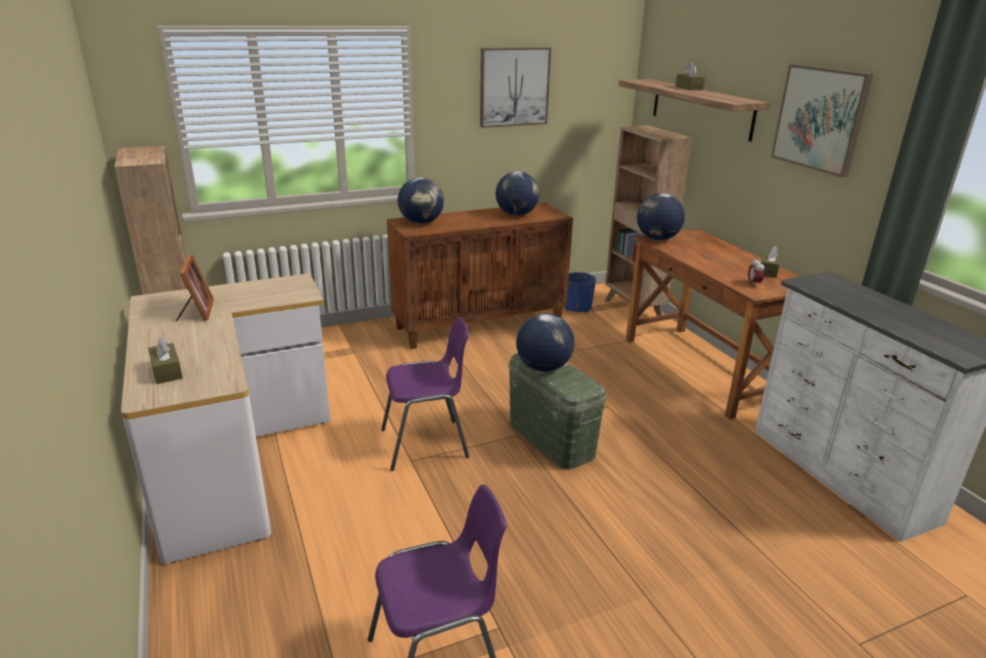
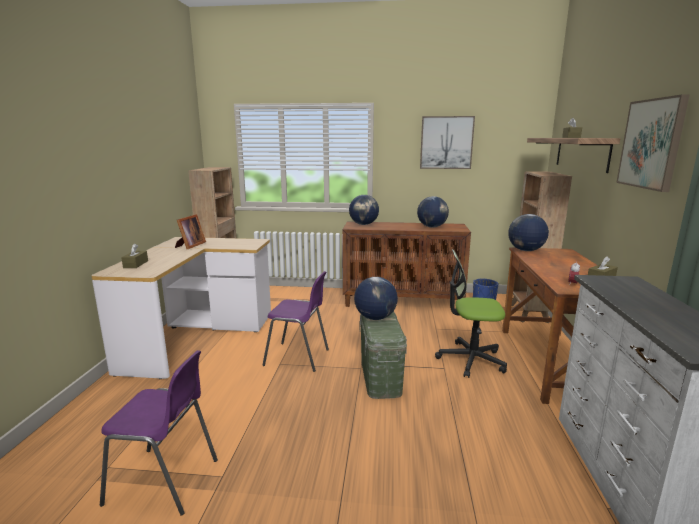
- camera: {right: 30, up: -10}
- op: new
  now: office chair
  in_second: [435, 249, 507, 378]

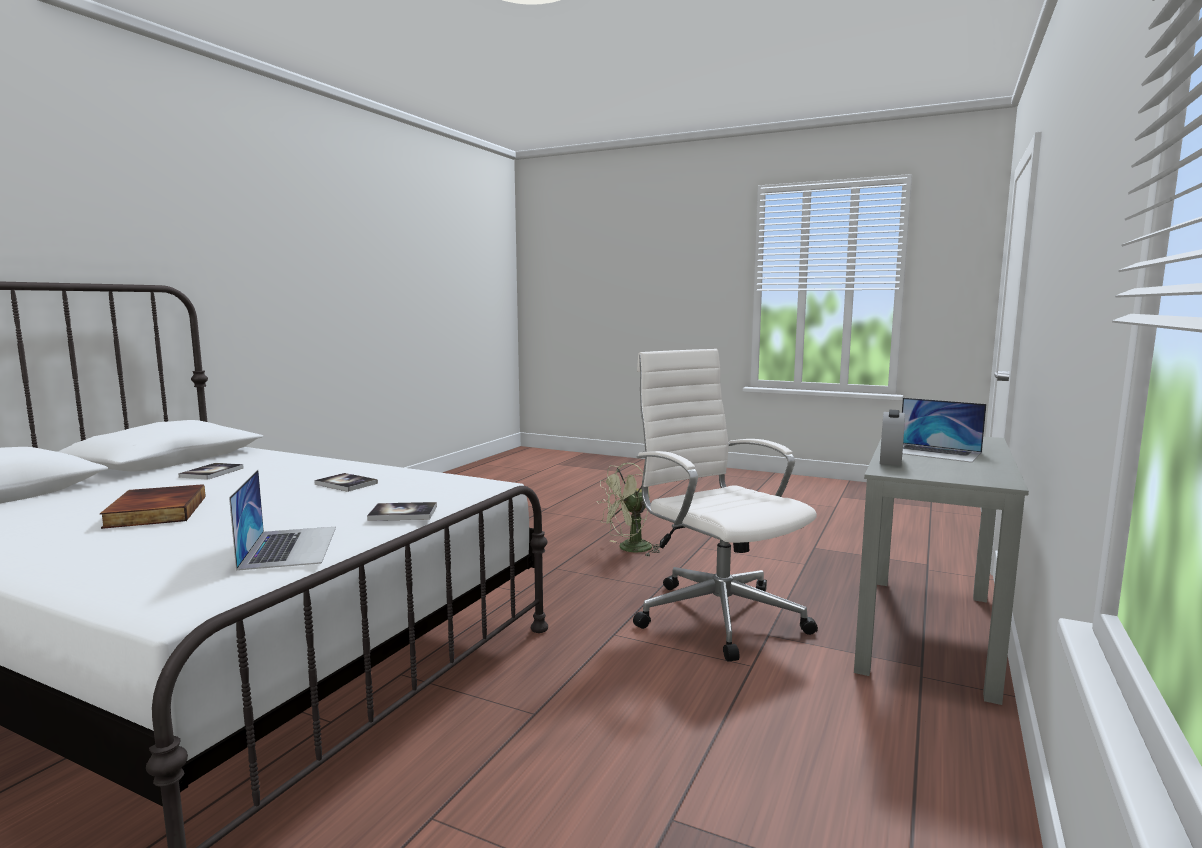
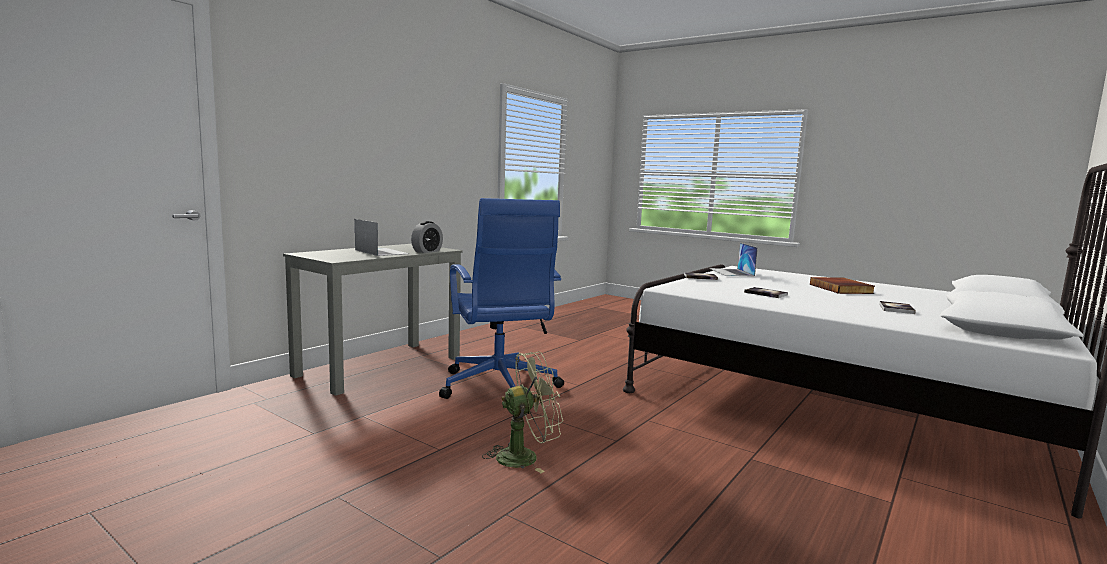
- camera: {right: -170, up: 0}
- op: repainted
  was: white office chair
  now: blue office chair
  in_first: [633, 349, 818, 661]
  in_second: [439, 198, 564, 399]

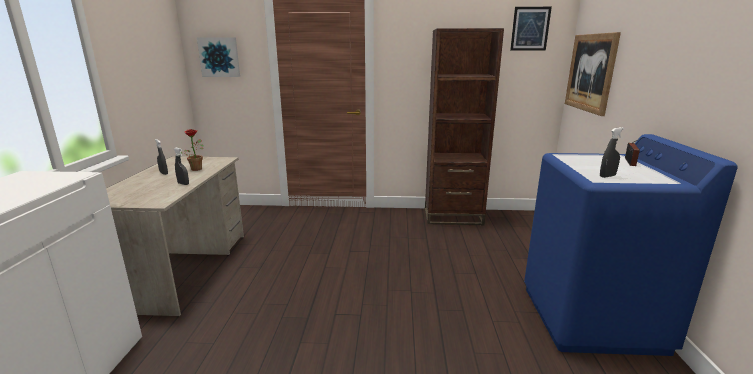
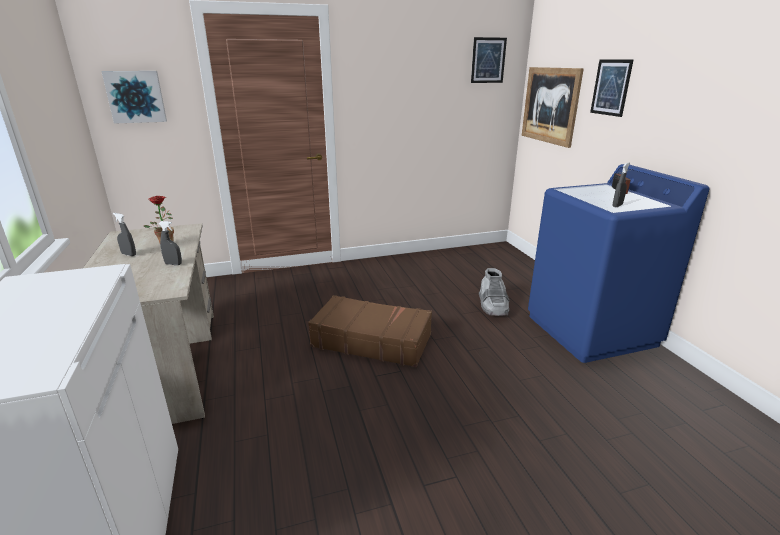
- camera: {right: -20, up: 5}
- op: new
  now: brown suitcase
  in_second: [308, 295, 432, 367]
- op: new
  now: grey boot
  in_second: [479, 268, 510, 316]
- op: new
  now: picture
  in_second: [590, 59, 634, 117]
- op: gone
  was: brown bookcase
  in_first: [425, 28, 504, 225]

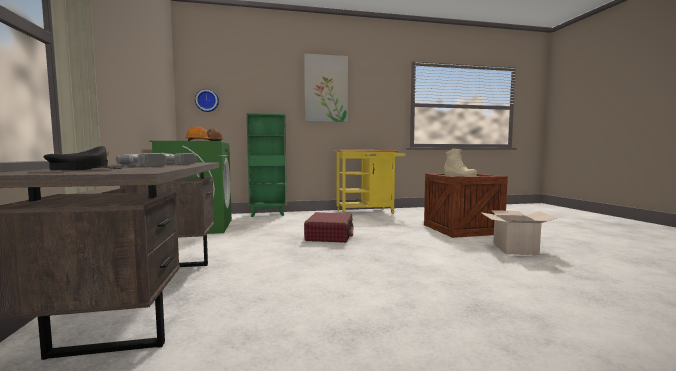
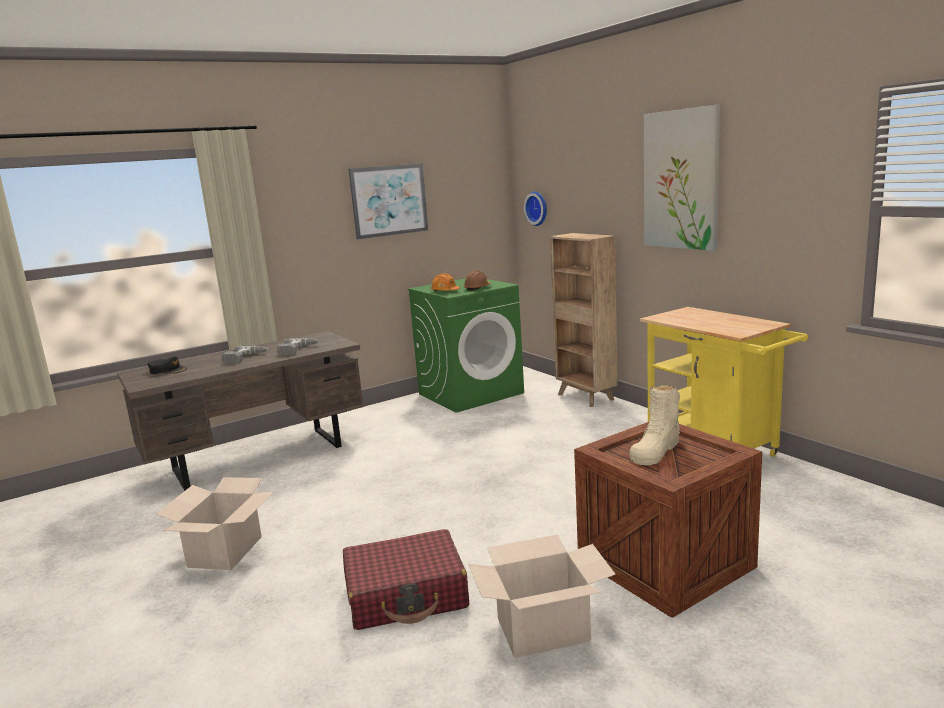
- camera: {right: 70, up: 10}
- op: new
  now: cardboard box
  in_second: [156, 477, 275, 570]
- op: shifted
  was: red suitcase
  in_first: [304, 212, 353, 243]
  in_second: [343, 529, 469, 630]
- op: new
  now: picture
  in_second: [349, 163, 428, 239]
- op: repainted
  was: green bookcase
  now: brown bookcase
  in_first: [247, 113, 287, 217]
  in_second: [550, 233, 618, 407]

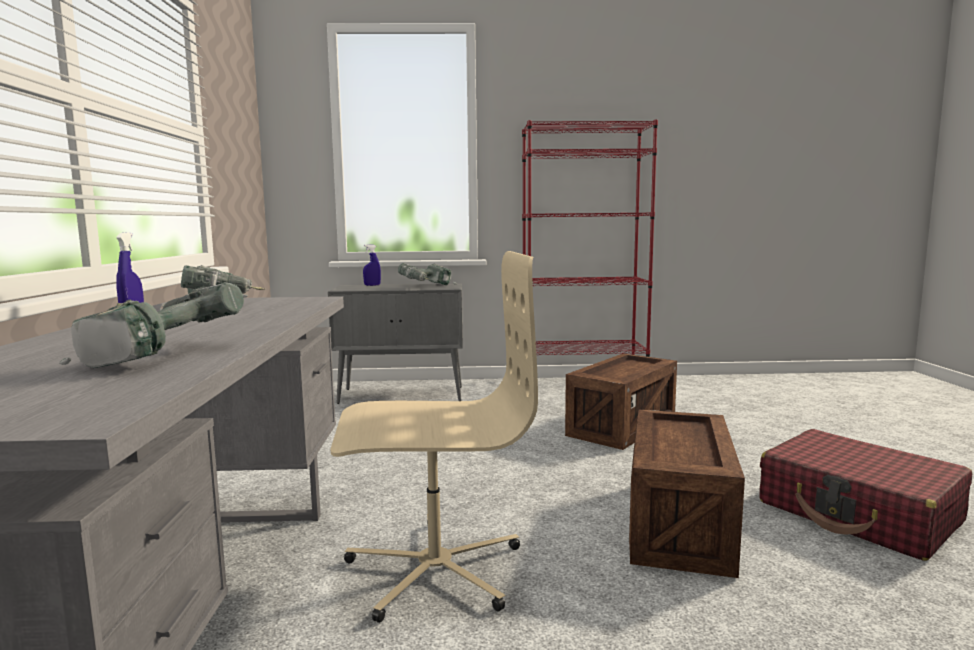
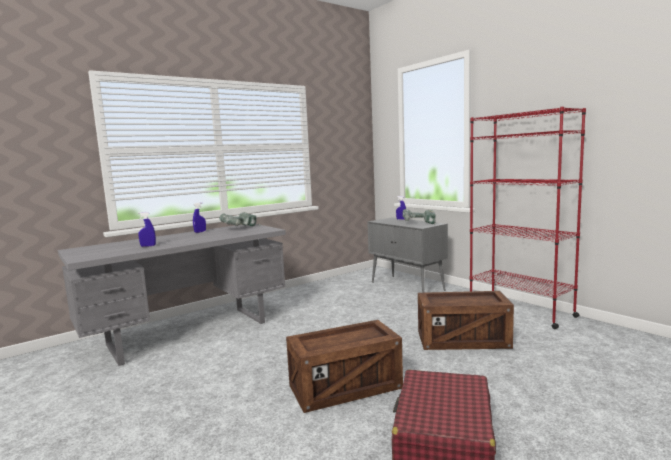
- camera: {right: 55, up: 0}
- op: swapped
  was: power drill
  now: blue spray bottle
  in_first: [59, 282, 244, 368]
  in_second: [138, 212, 156, 247]
- op: gone
  was: beige office chair
  in_first: [330, 251, 538, 623]

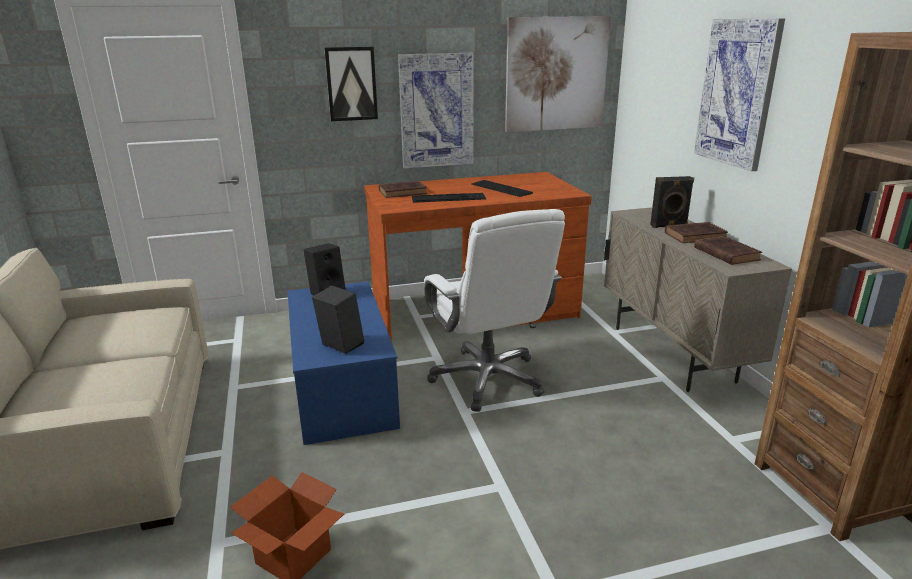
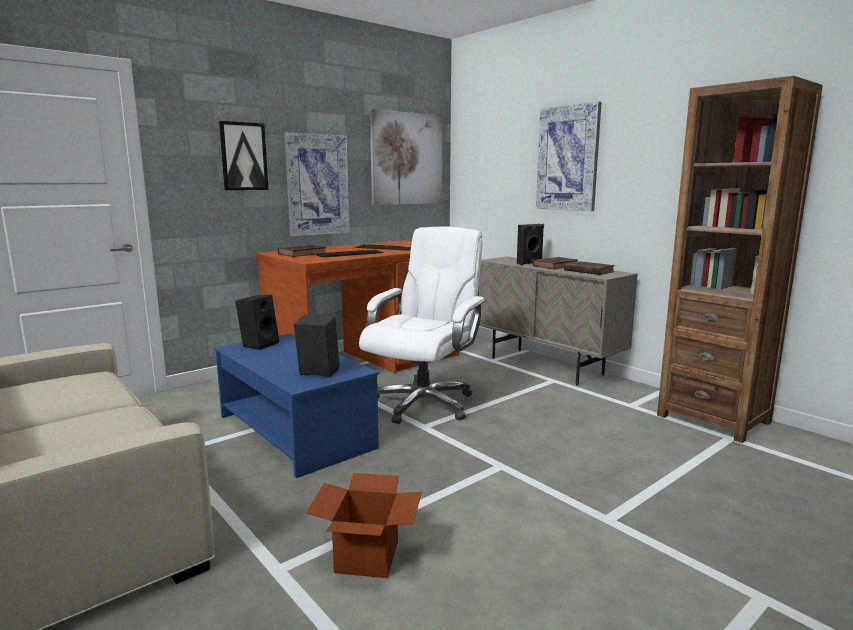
- camera: {right: -25, up: -10}
- op: rotated
  was: white office chair
  in_first: [424, 209, 565, 412]
  in_second: [359, 226, 486, 424]
  clockwise: -105

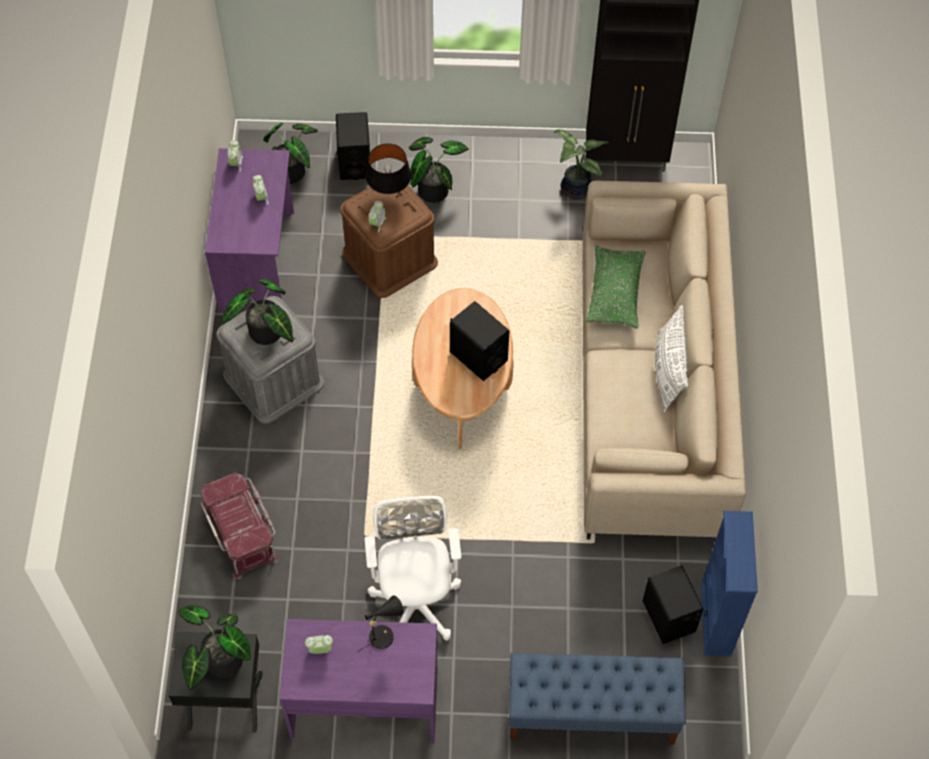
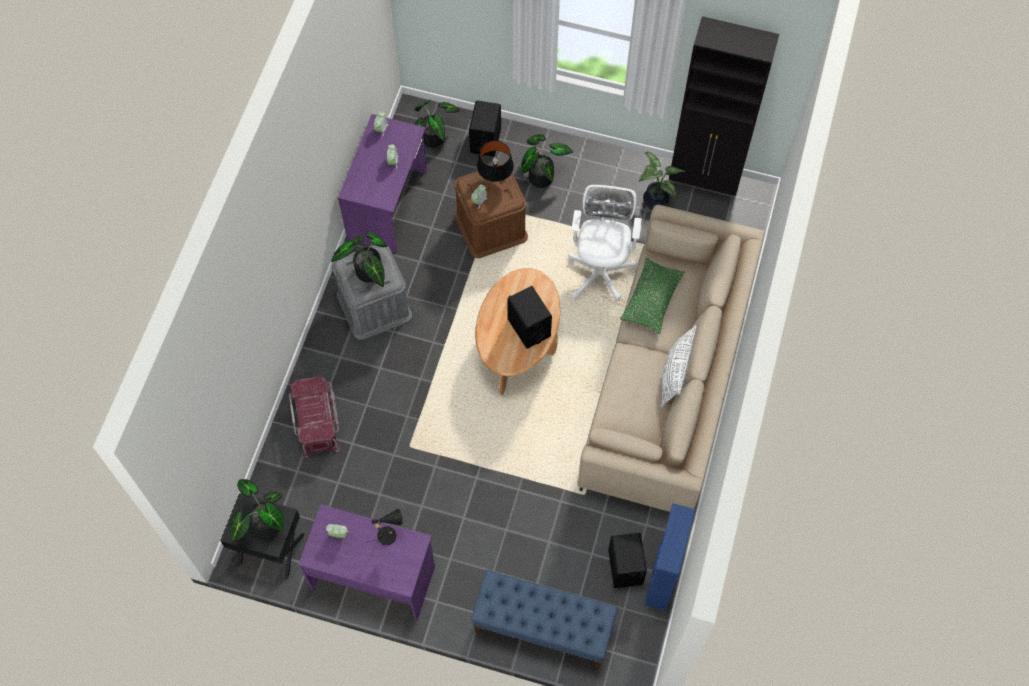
- camera: {right: 15, up: 5}
- op: shifted
  was: white office chair
  in_first: [365, 496, 461, 641]
  in_second: [569, 185, 642, 301]

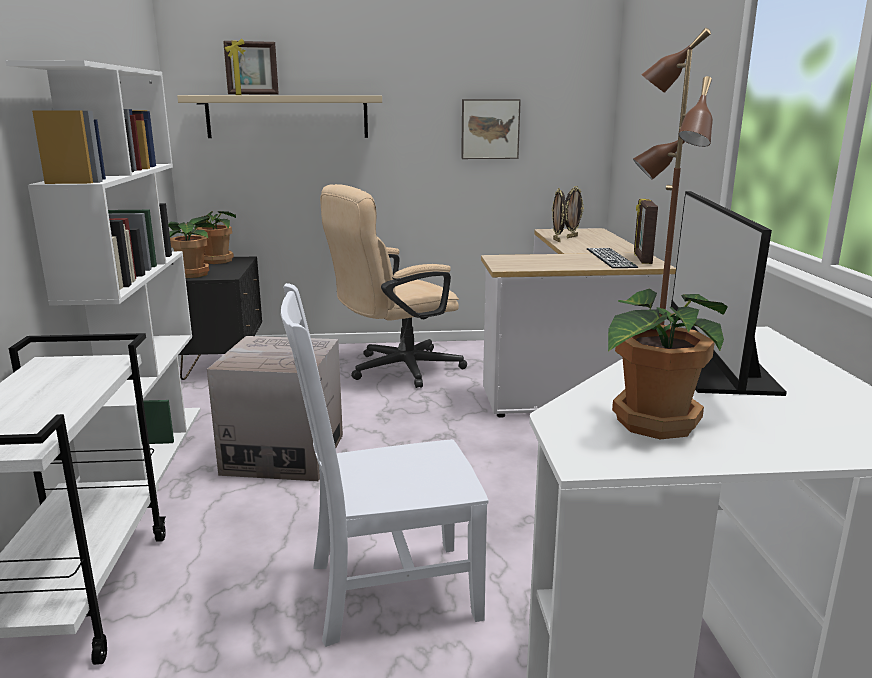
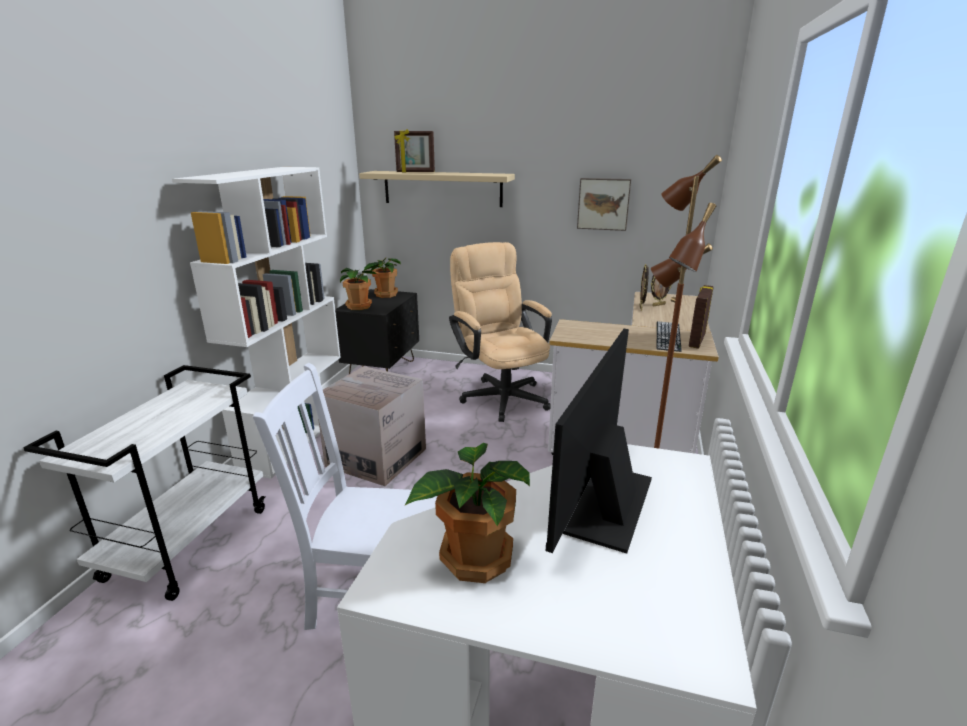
- camera: {right: 20, up: 5}
- op: rotated
  was: beige office chair
  in_first: [320, 184, 467, 388]
  in_second: [449, 242, 552, 422]
  clockwise: 75

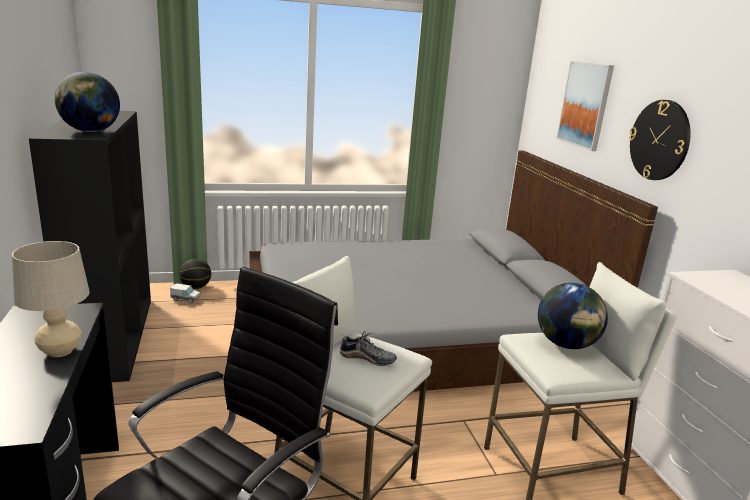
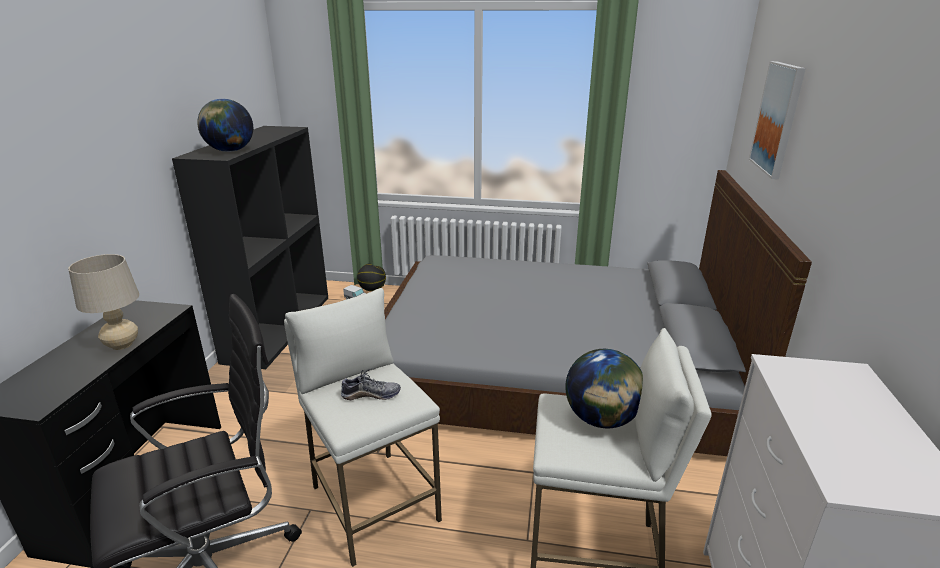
- camera: {right: 25, up: 5}
- op: rotated
  was: shoe
  in_first: [340, 331, 397, 366]
  in_second: [341, 368, 401, 400]
  clockwise: -45
- op: gone
  was: wall clock
  in_first: [629, 100, 691, 180]

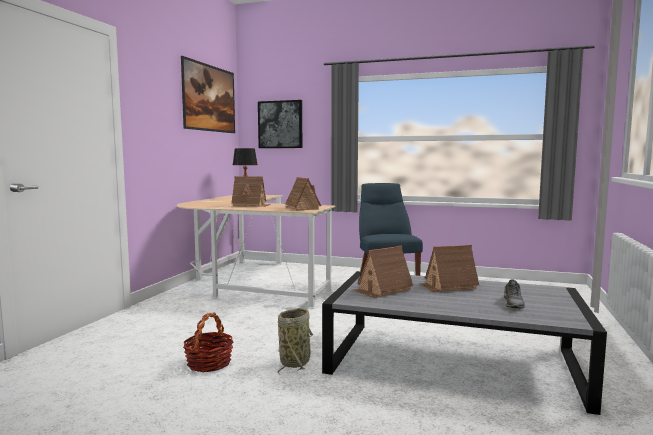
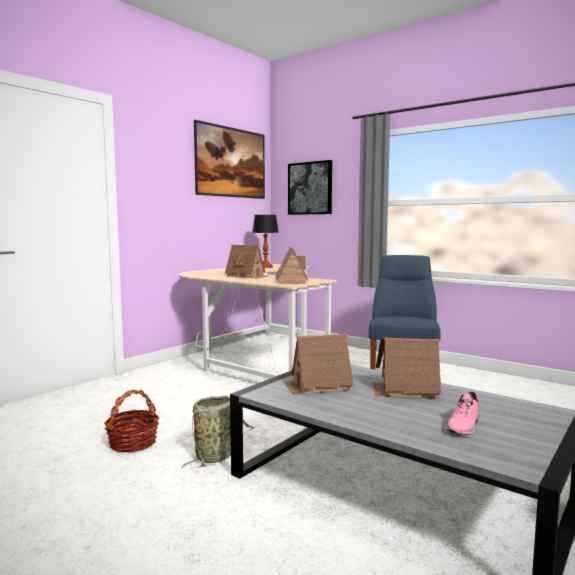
- camera: {right: 20, up: 0}
- op: repainted
  was: grey shoe
  now: pink shoe
  in_first: [504, 279, 525, 309]
  in_second: [446, 392, 480, 435]

